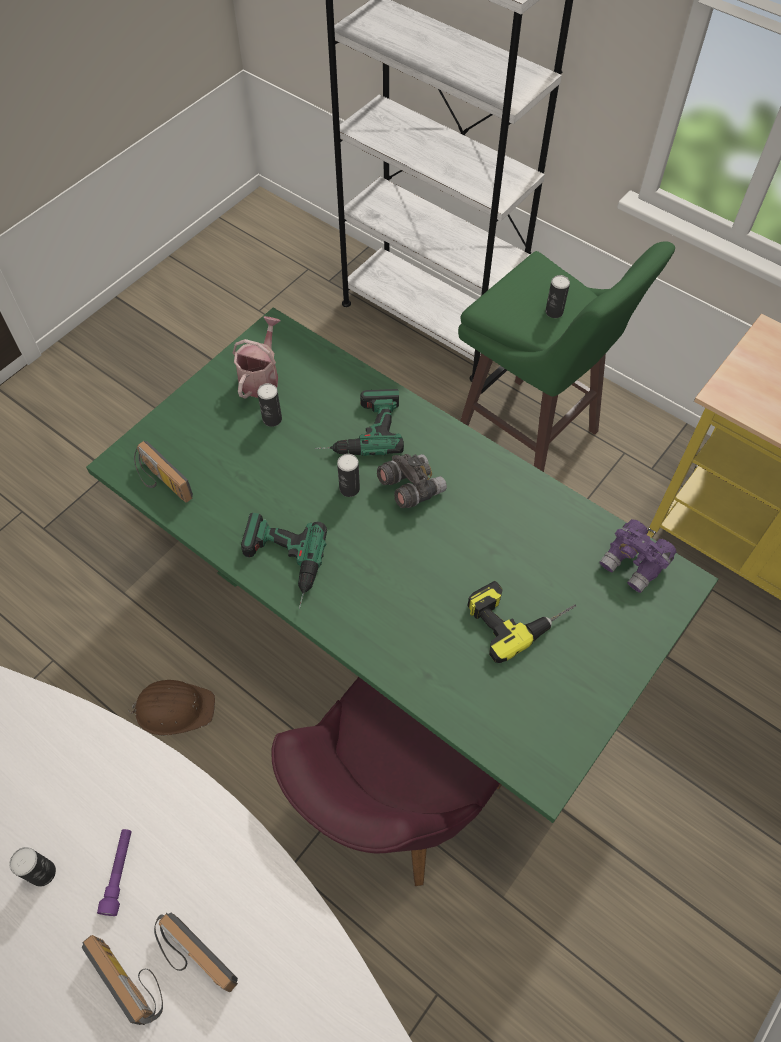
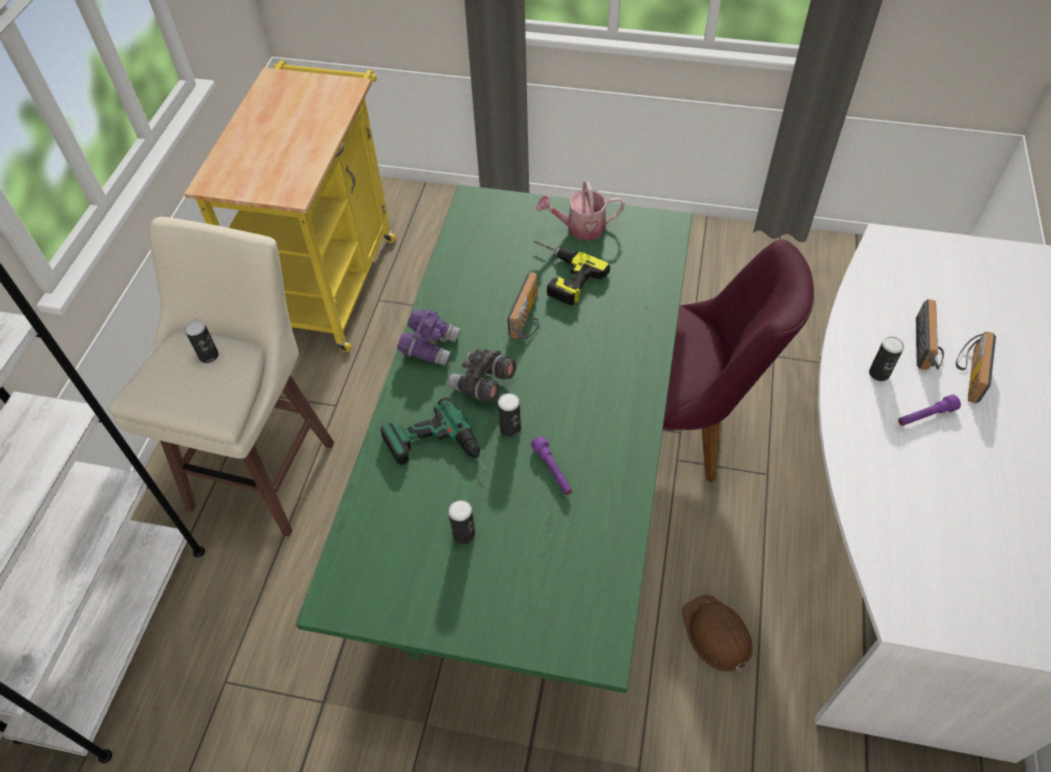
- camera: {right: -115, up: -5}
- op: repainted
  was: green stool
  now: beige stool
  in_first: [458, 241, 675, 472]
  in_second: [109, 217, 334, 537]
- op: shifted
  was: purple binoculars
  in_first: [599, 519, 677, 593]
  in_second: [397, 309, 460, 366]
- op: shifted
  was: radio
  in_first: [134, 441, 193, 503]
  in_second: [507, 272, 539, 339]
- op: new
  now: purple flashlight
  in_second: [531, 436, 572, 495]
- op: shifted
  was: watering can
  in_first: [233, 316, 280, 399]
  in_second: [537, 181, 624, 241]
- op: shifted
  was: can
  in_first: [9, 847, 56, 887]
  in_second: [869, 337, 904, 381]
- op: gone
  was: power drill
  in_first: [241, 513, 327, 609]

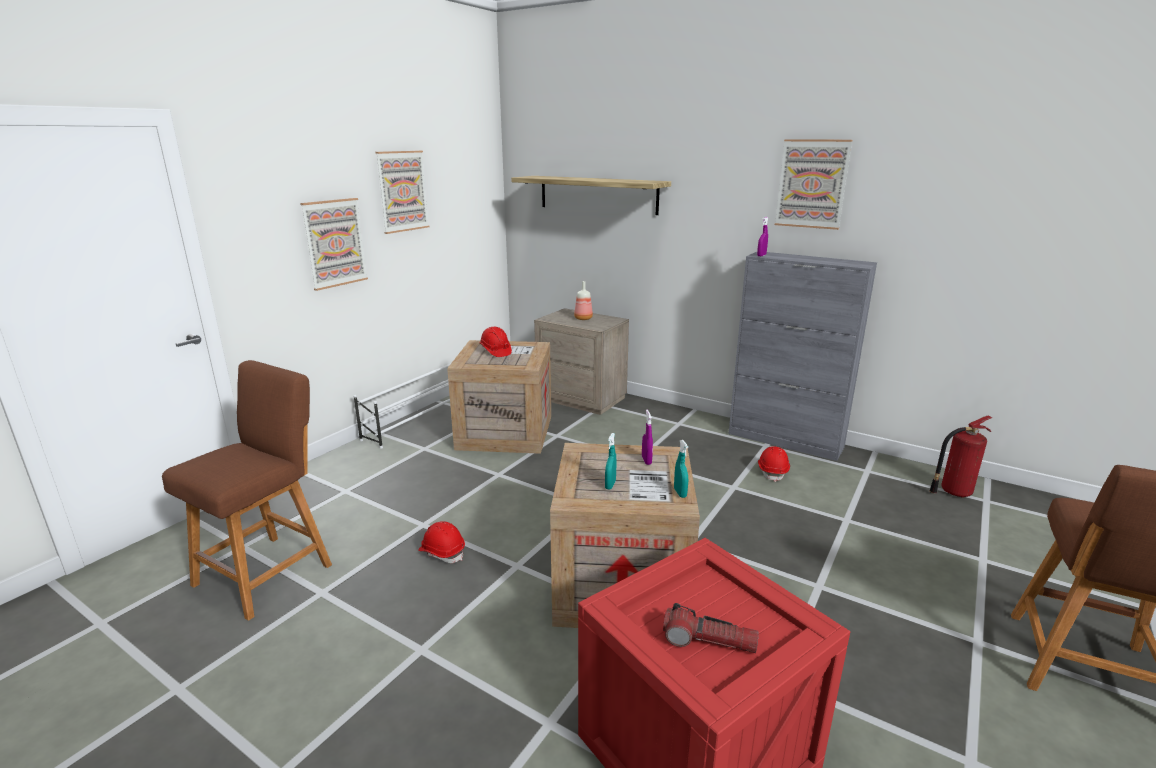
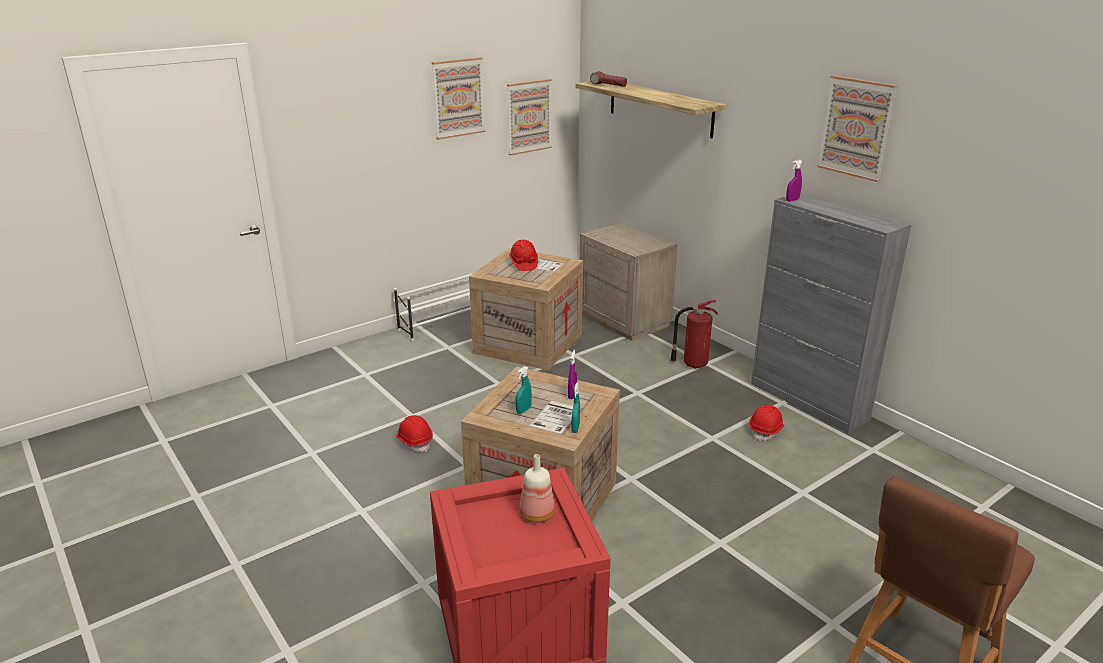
- camera: {right: 20, up: 5}
- op: shifted
  was: picture
  in_first: [300, 198, 368, 291]
  in_second: [507, 79, 552, 156]
- op: shifted
  was: bottle
  in_first: [574, 281, 593, 320]
  in_second: [520, 454, 555, 523]
- op: shifted
  was: flashlight
  in_first: [663, 603, 759, 653]
  in_second: [590, 71, 627, 87]
- op: shifted
  was: fire extinguisher
  in_first: [929, 415, 992, 498]
  in_second: [670, 300, 718, 368]
- op: gone
  was: brown stool
  in_first: [162, 360, 332, 621]

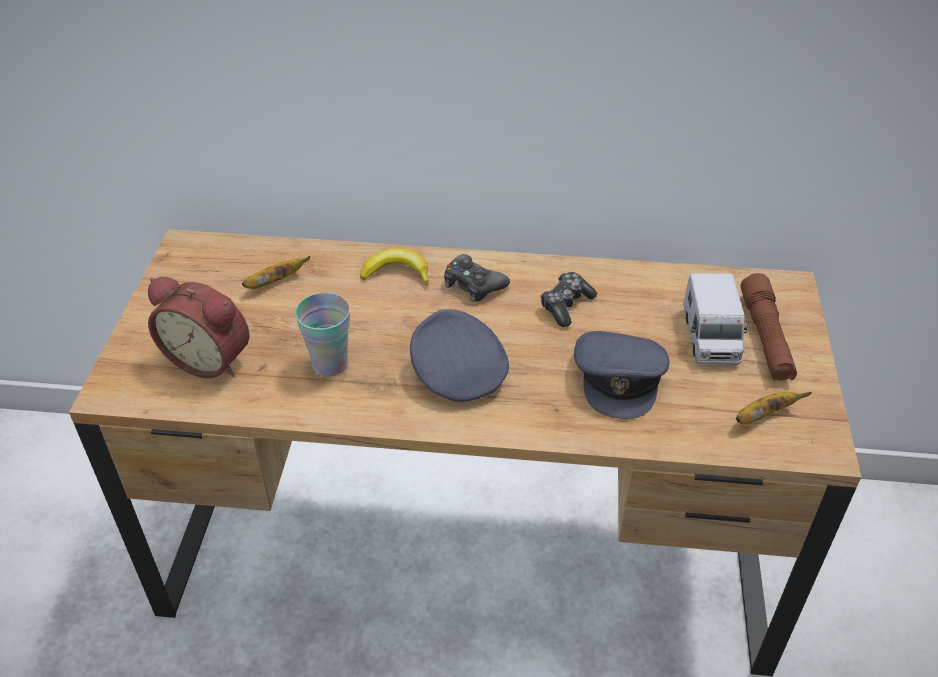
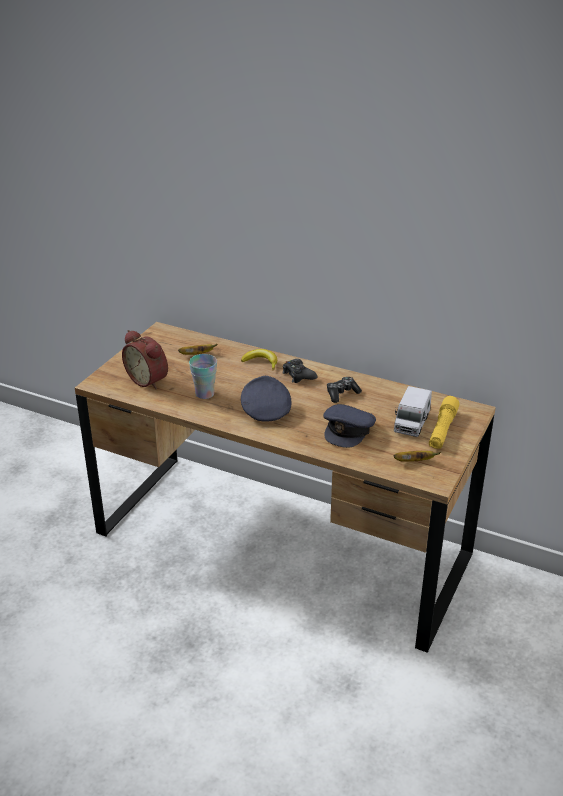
- camera: {right: 20, up: -10}
- op: repainted
  was: brown flashlight
  now: yellow flashlight
  in_first: [740, 273, 797, 380]
  in_second: [429, 396, 460, 449]

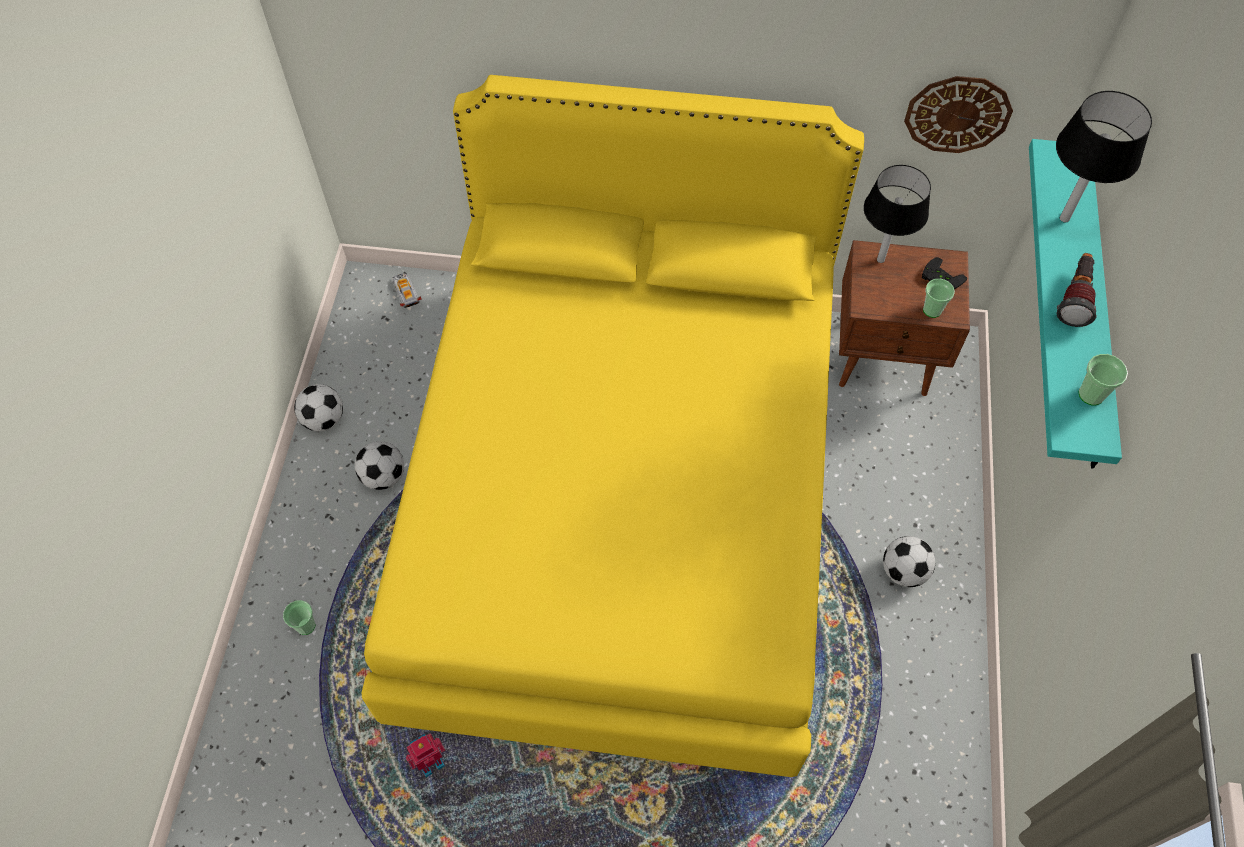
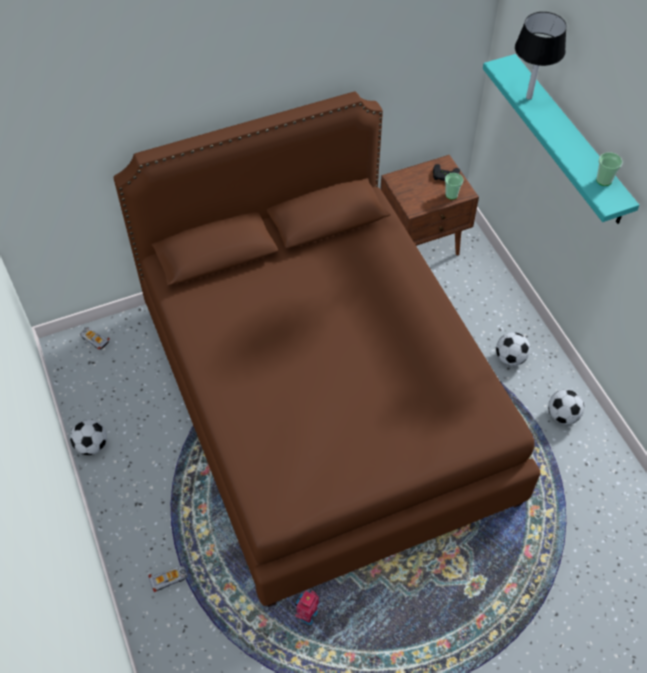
- camera: {right: -30, up: -5}
- op: repainted
  was: yellow bed
  now: brown bed
  in_first: [361, 75, 864, 777]
  in_second: [114, 91, 541, 607]
- op: swapped
  was: cup
  now: toy car
  in_first: [283, 600, 315, 635]
  in_second: [148, 566, 187, 592]
- op: shifted
  was: football
  in_first: [355, 441, 404, 490]
  in_second: [548, 389, 584, 425]
- op: gone
  was: black table lamp
  in_first: [864, 165, 931, 263]
- op: gone
  was: wall clock
  in_first: [904, 76, 1013, 153]
- op: gone
  was: flashlight
  in_first: [1056, 253, 1097, 327]

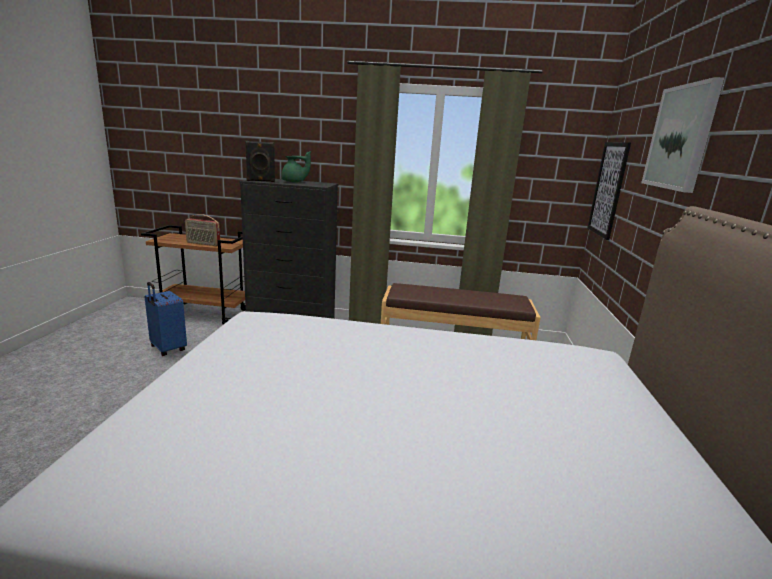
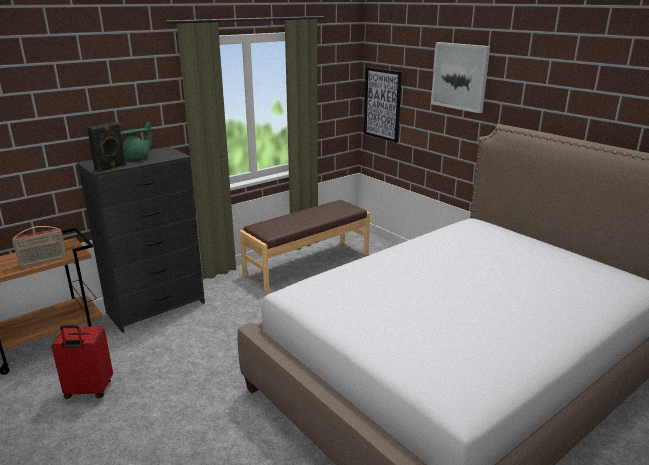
- camera: {right: -45, up: 5}
- op: repainted
  was: blue suitcase
  now: red suitcase
  in_first: [144, 282, 187, 356]
  in_second: [51, 325, 113, 399]

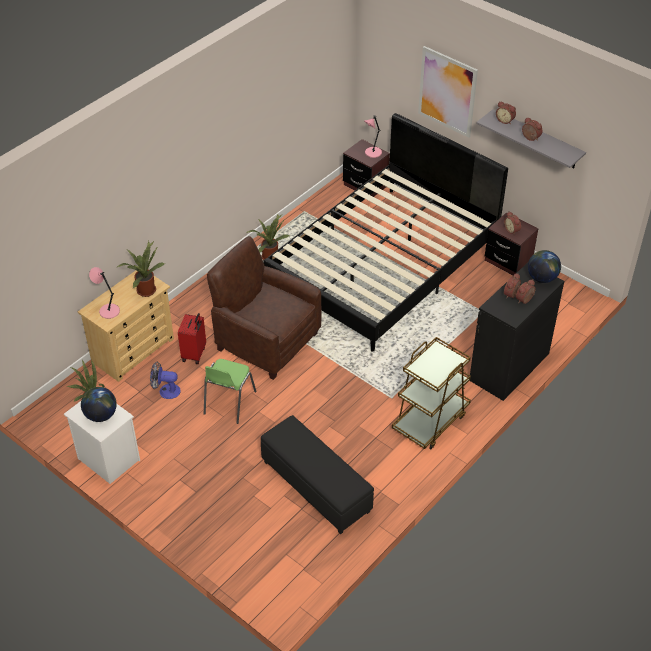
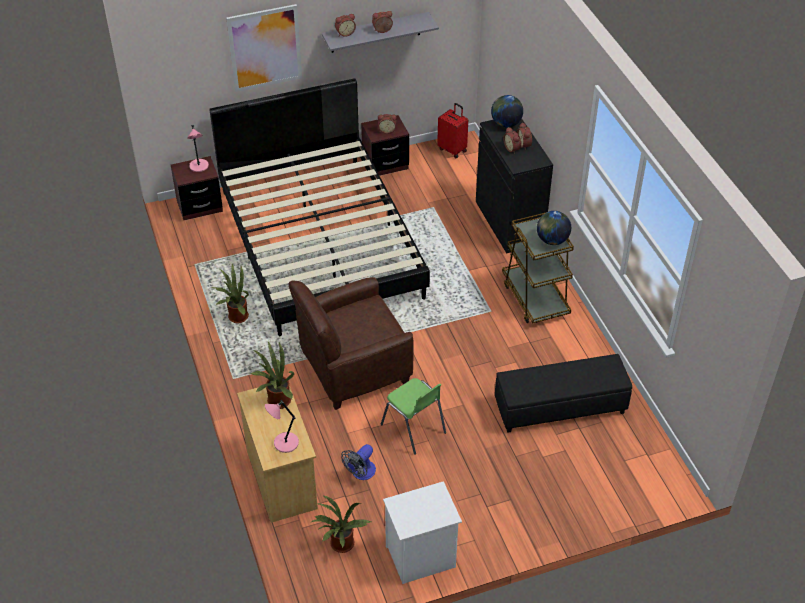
- camera: {right: -60, up: 0}
- op: shifted
  was: red suitcase
  in_first: [178, 313, 206, 364]
  in_second: [437, 103, 468, 158]
- op: shifted
  was: globe
  in_first: [81, 387, 117, 422]
  in_second: [537, 211, 571, 245]

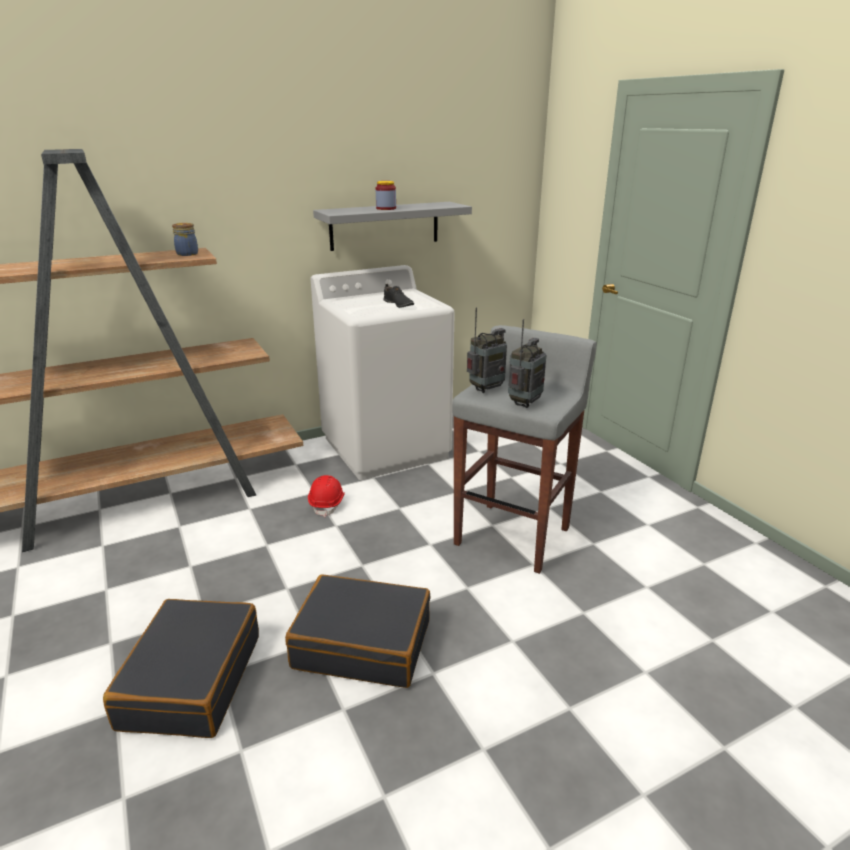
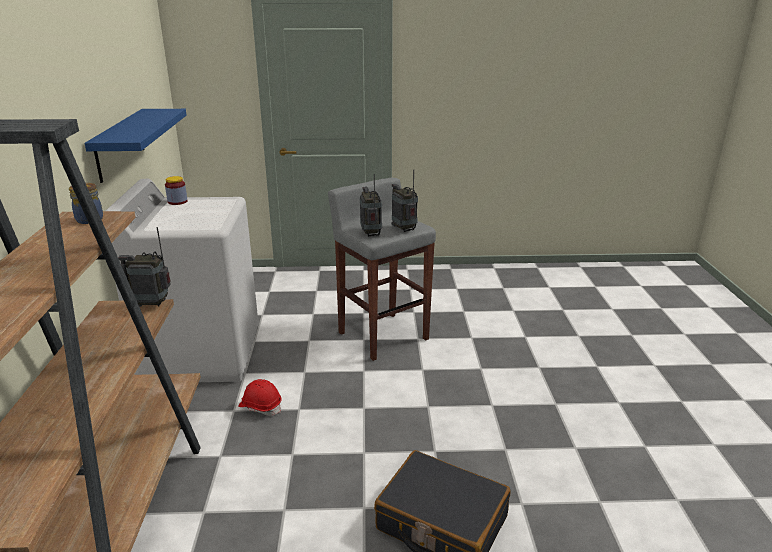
- camera: {right: -65, up: 0}
- op: repainted
  was: grey shelf
  now: blue shelf
  in_first: [313, 202, 472, 251]
  in_second: [85, 109, 187, 183]
- op: new
  now: radio
  in_second: [118, 227, 171, 307]
- op: shifted
  was: jar
  in_first: [376, 181, 396, 210]
  in_second: [165, 176, 188, 205]
- op: gone
  was: black suitcase
  in_first: [285, 575, 430, 688]
- op: gone
  was: black shoe
  in_first: [384, 284, 414, 308]

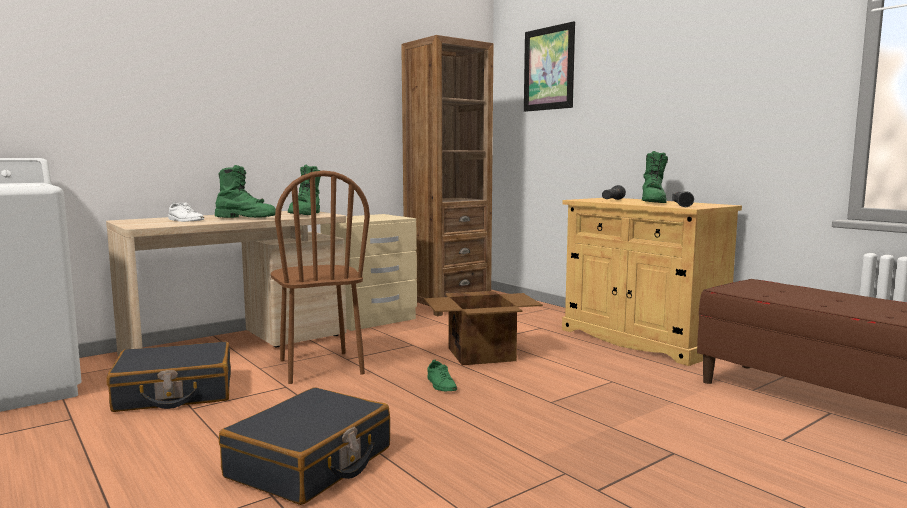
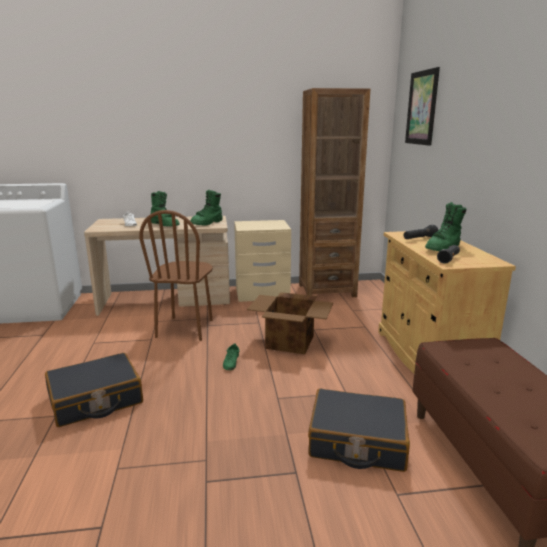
- camera: {right: 30, up: 10}
- op: shifted
  was: black suitcase
  in_first: [107, 342, 231, 412]
  in_second: [308, 388, 410, 472]

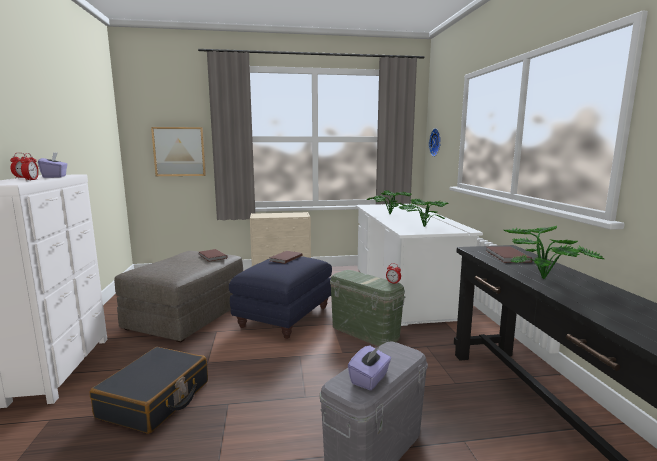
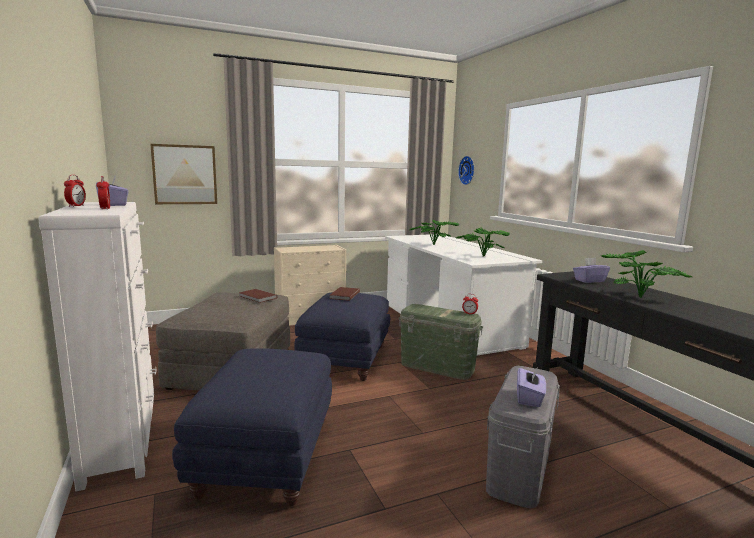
- camera: {right: -15, up: 0}
- op: swapped
  was: black suitcase
  now: blue ottoman
  in_first: [90, 347, 208, 434]
  in_second: [172, 348, 332, 506]
- op: swapped
  was: brown book
  now: purple tissue box
  in_first: [486, 246, 532, 263]
  in_second: [573, 258, 610, 283]

